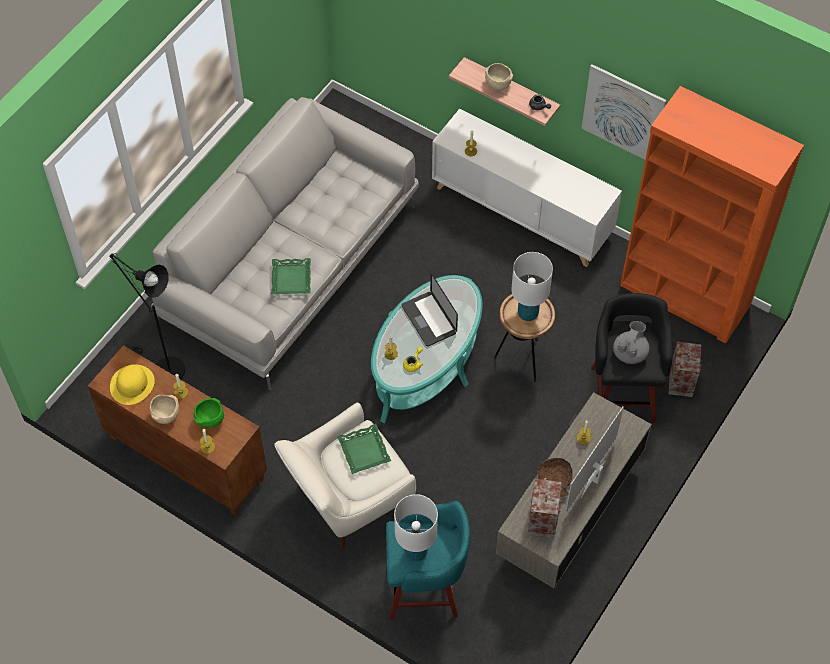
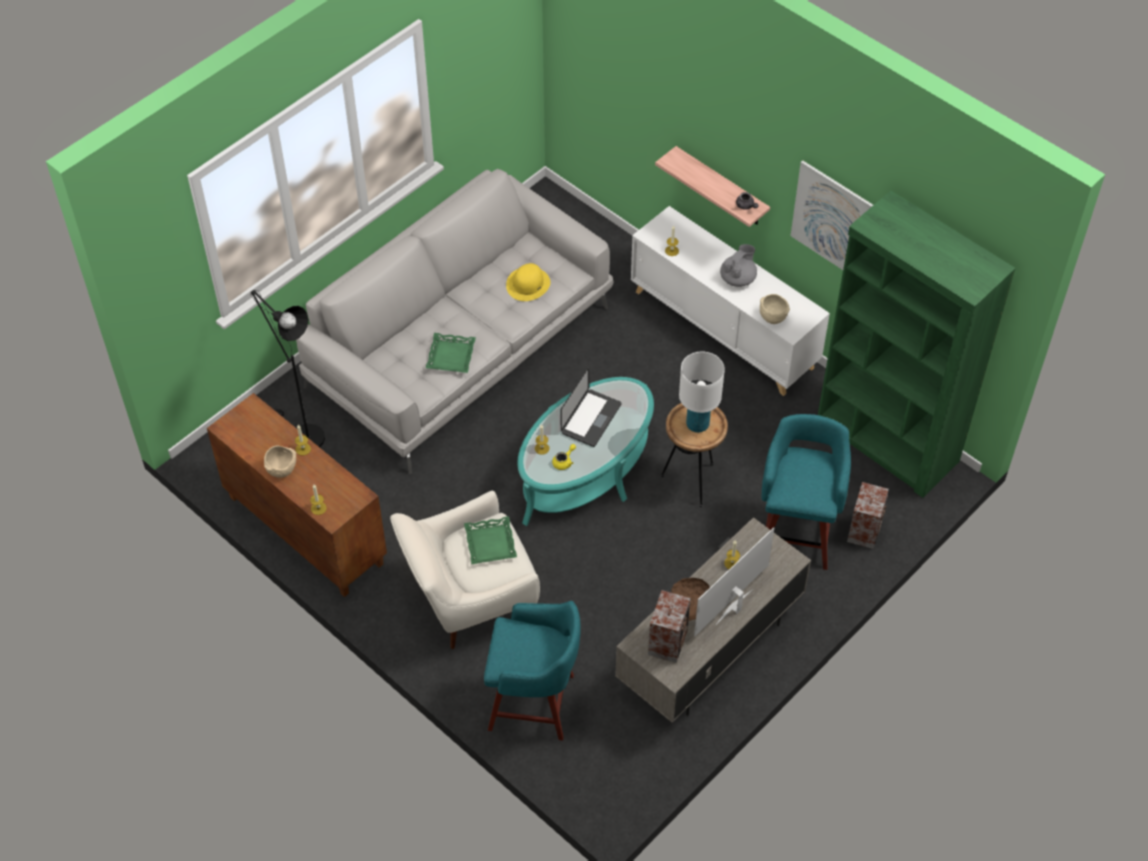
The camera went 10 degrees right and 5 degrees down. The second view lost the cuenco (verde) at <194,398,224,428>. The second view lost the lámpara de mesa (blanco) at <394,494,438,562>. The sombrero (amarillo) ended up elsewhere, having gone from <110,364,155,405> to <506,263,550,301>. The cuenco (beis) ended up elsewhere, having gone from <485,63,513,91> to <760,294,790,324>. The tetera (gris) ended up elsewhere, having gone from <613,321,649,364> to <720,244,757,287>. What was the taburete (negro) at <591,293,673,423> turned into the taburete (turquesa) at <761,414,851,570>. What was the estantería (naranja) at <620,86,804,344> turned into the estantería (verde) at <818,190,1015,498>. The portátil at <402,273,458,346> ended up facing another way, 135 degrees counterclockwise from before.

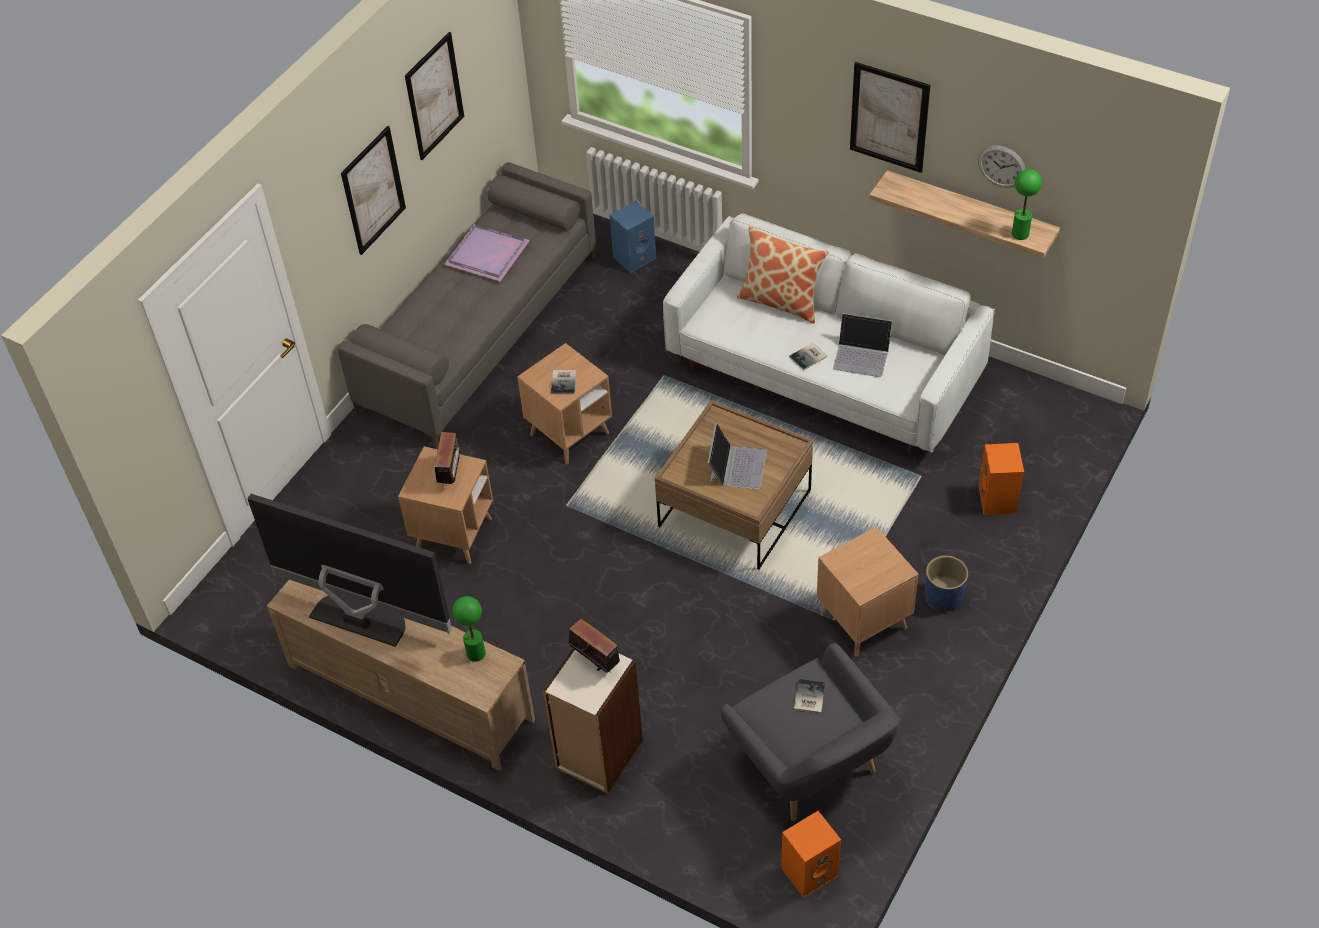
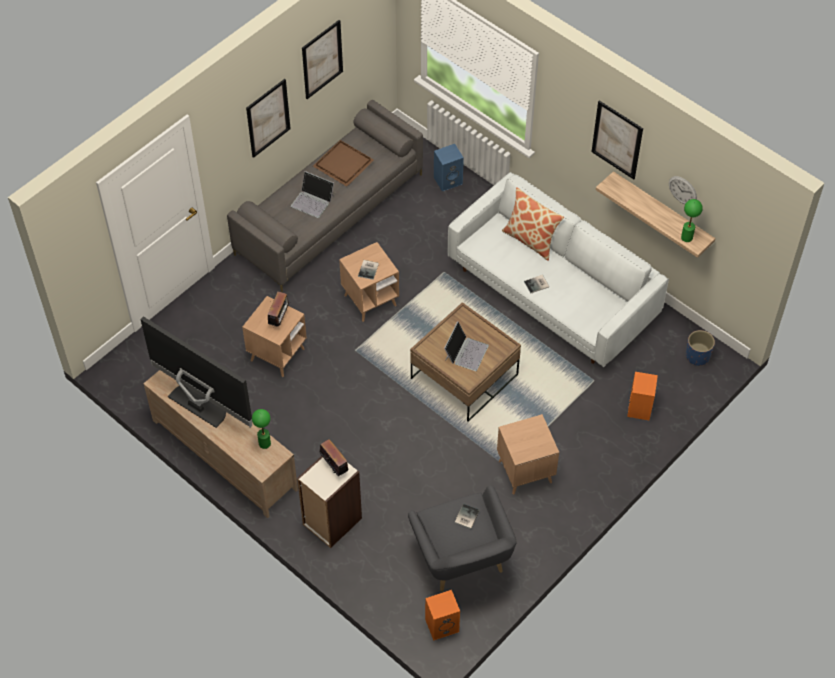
The camera went 10 degrees right and 5 degrees up. The portátil ended up elsewhere, having gone from <833,313,892,377> to <291,171,334,218>. The maceta (azul) ended up elsewhere, having gone from <925,556,968,611> to <686,330,715,366>. What was the bandeja (morado) at <444,224,530,282> turned into the bandeja (marrón) at <313,140,374,187>.

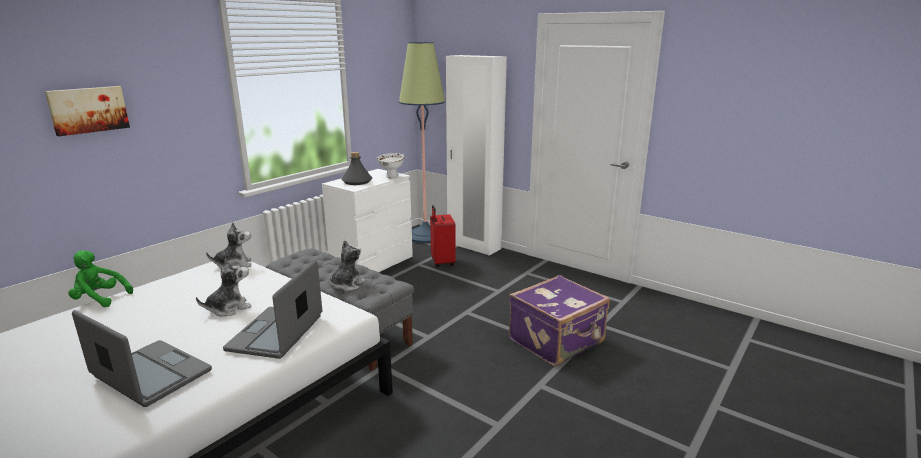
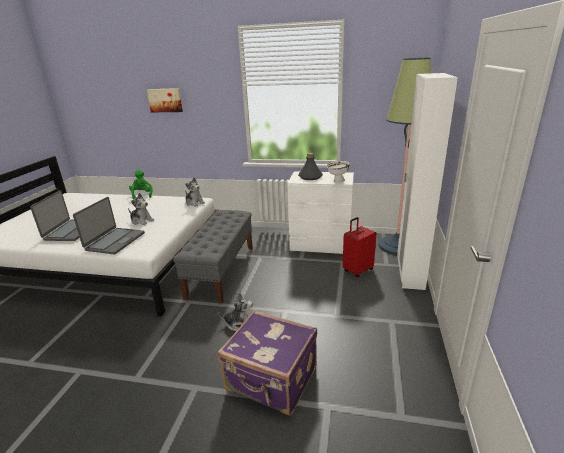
The camera went 65 degrees right and 5 degrees up. The peluche ended up elsewhere, having gone from <330,240,365,291> to <219,292,253,331>. The portátil at <223,260,322,359> ended up facing another way, 120 degrees clockwise from before.

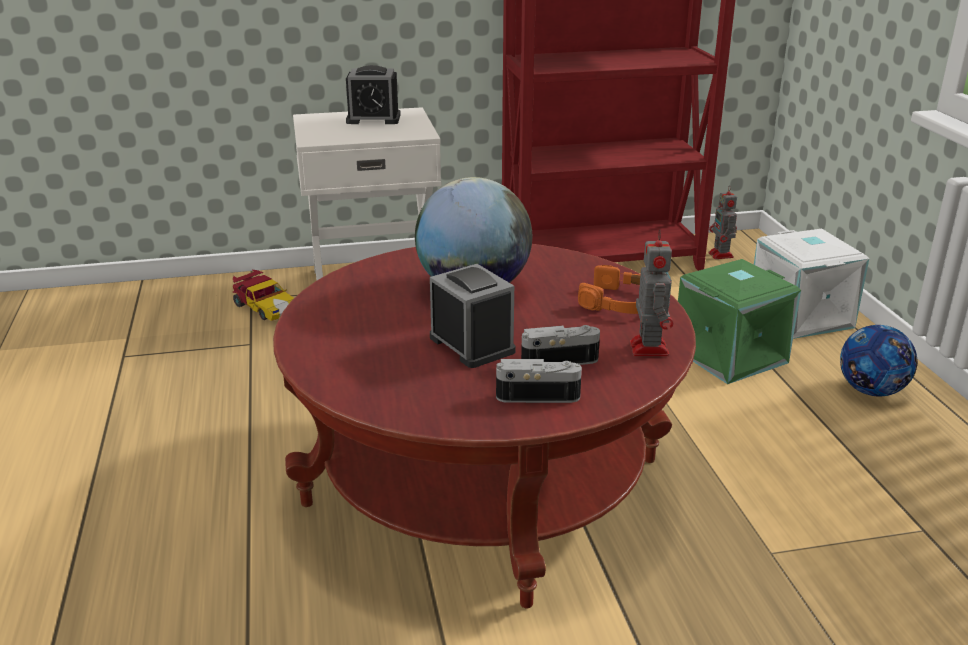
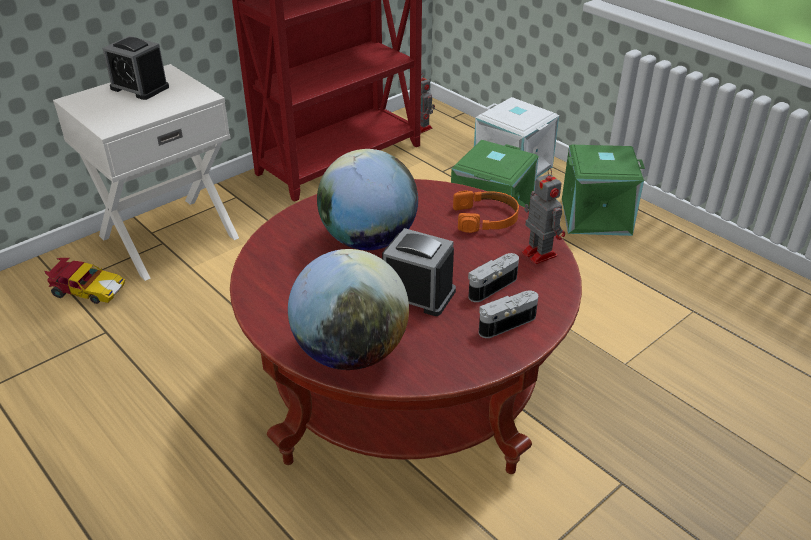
The camera went 30 degrees left and 10 degrees up. The second view gained the globo terráqueo at <288,249,409,370>. Where the balón de fútbol stood at <840,325,917,397>, the caja de almacenaje (verde) came to stand at <562,145,645,236>. The despertador at <346,65,401,124> ended up facing another way, 60 degrees clockwise from before.

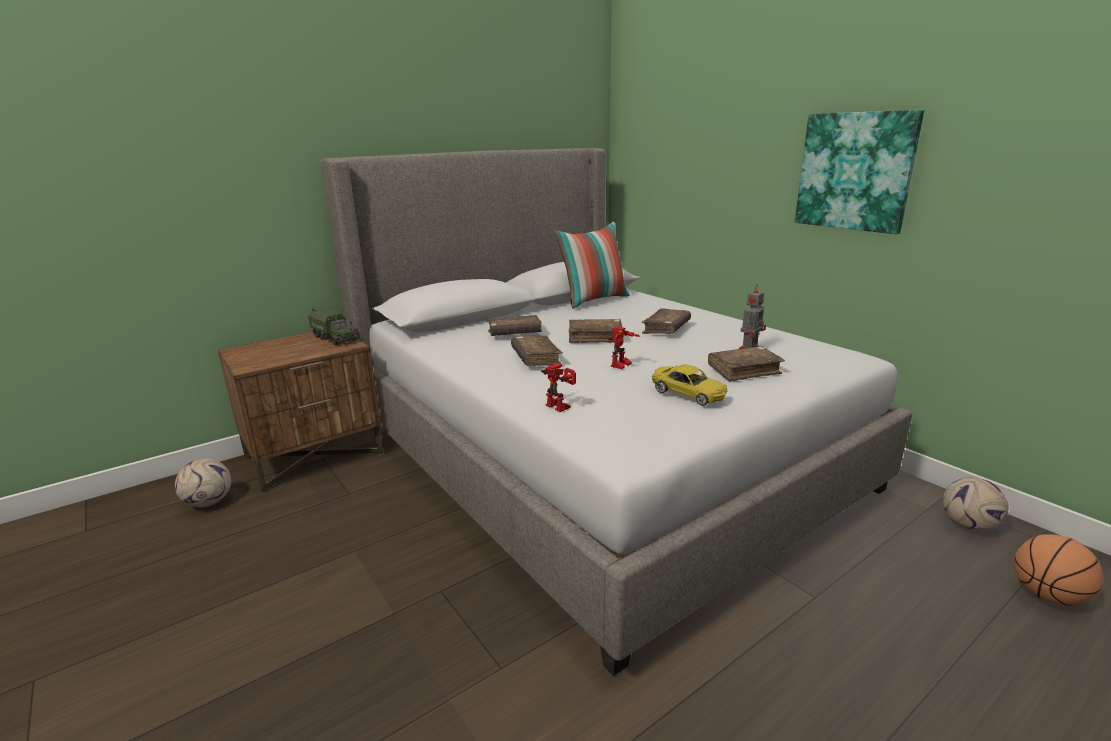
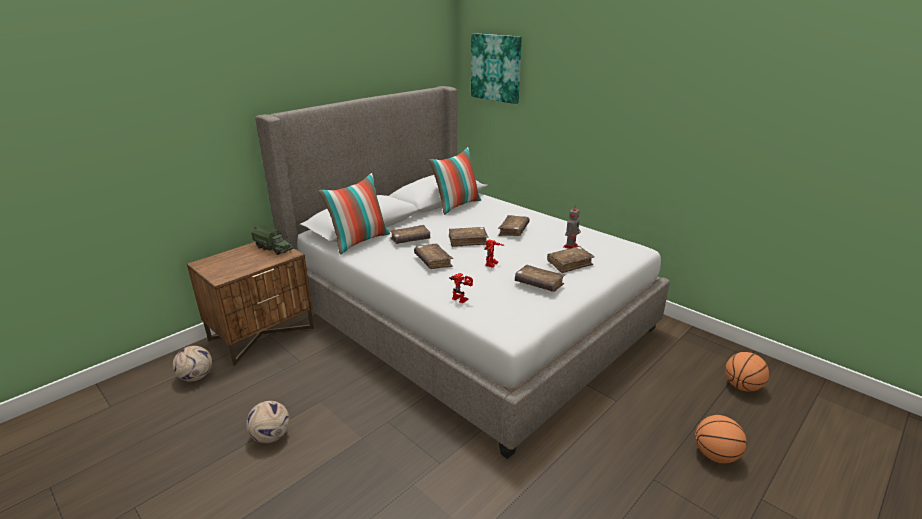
The camera went 10 degrees left and 5 degrees up. The second view gained the cojín at <318,173,390,255>. The second view gained the balón de baloncesto at <695,415,747,464>. The cuadro ended up elsewhere, having gone from <795,110,924,234> to <471,33,522,104>. The balón de fútbol ended up elsewhere, having gone from <943,477,1008,532> to <246,401,289,443>. Where the coche de juguete (amarillo) stood at <652,364,727,406>, the libro (marrón) came to stand at <515,265,565,292>.

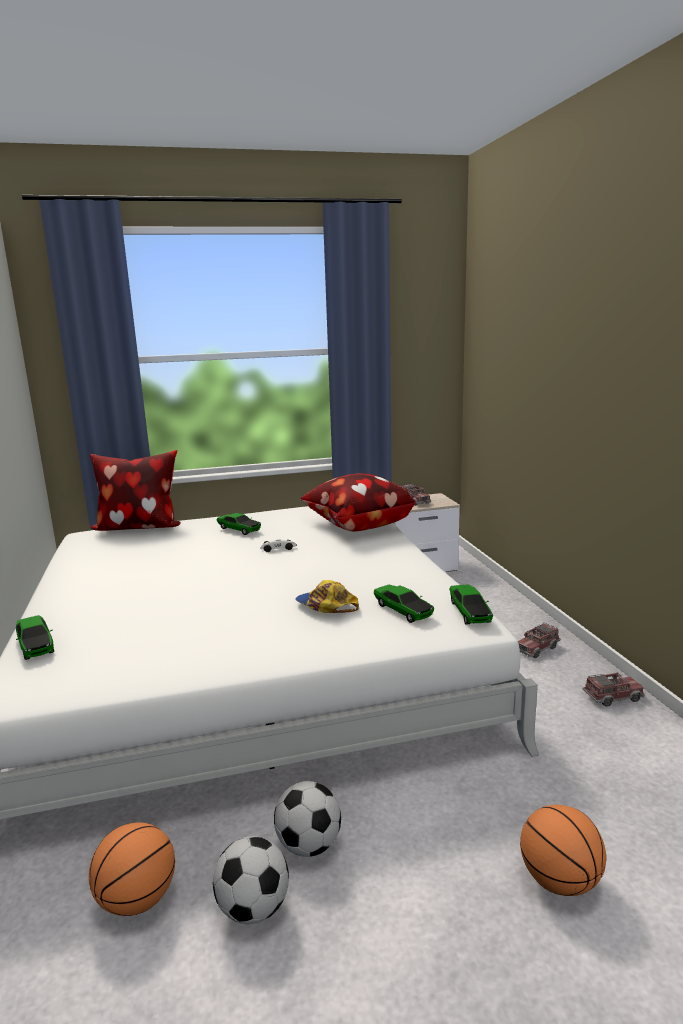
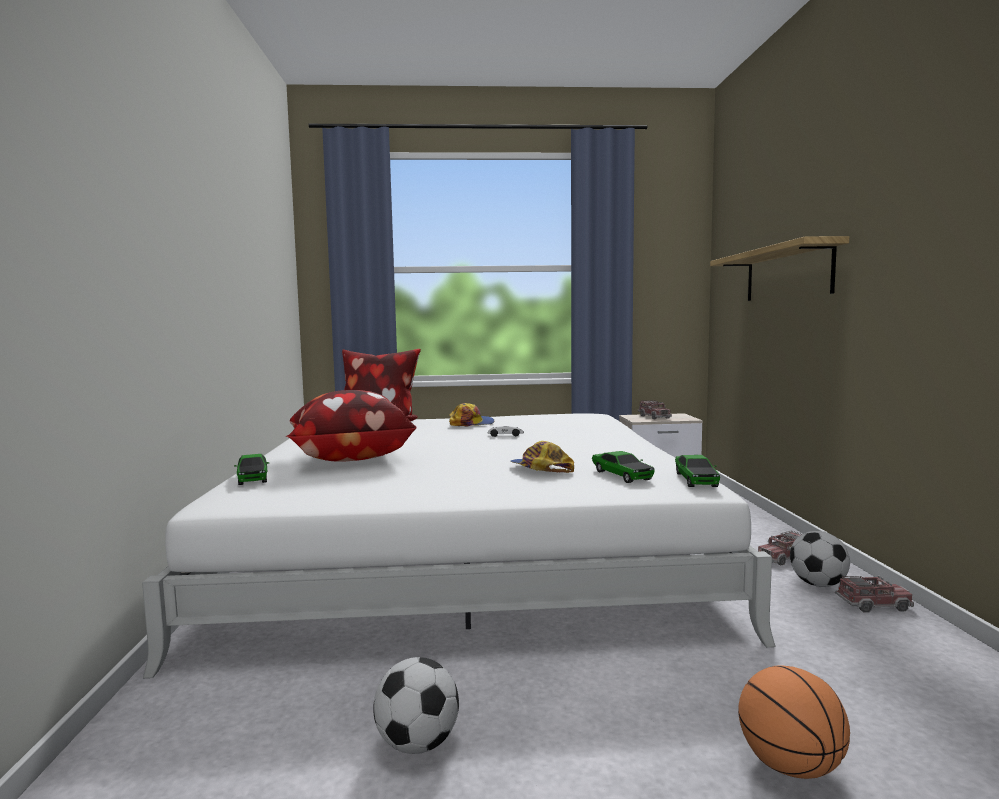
The camera went 10 degrees right and 10 degrees down. The second view lost the balón de baloncesto at <89,822,175,916>. The second view gained the estante at <710,236,849,301>. The balón de fútbol ended up elsewhere, having gone from <274,781,341,857> to <790,531,850,587>. The cojín ended up elsewhere, having gone from <300,473,416,531> to <286,390,417,462>. Where the coche de juguete stood at <217,513,261,535>, the gorra came to stand at <449,403,494,426>.

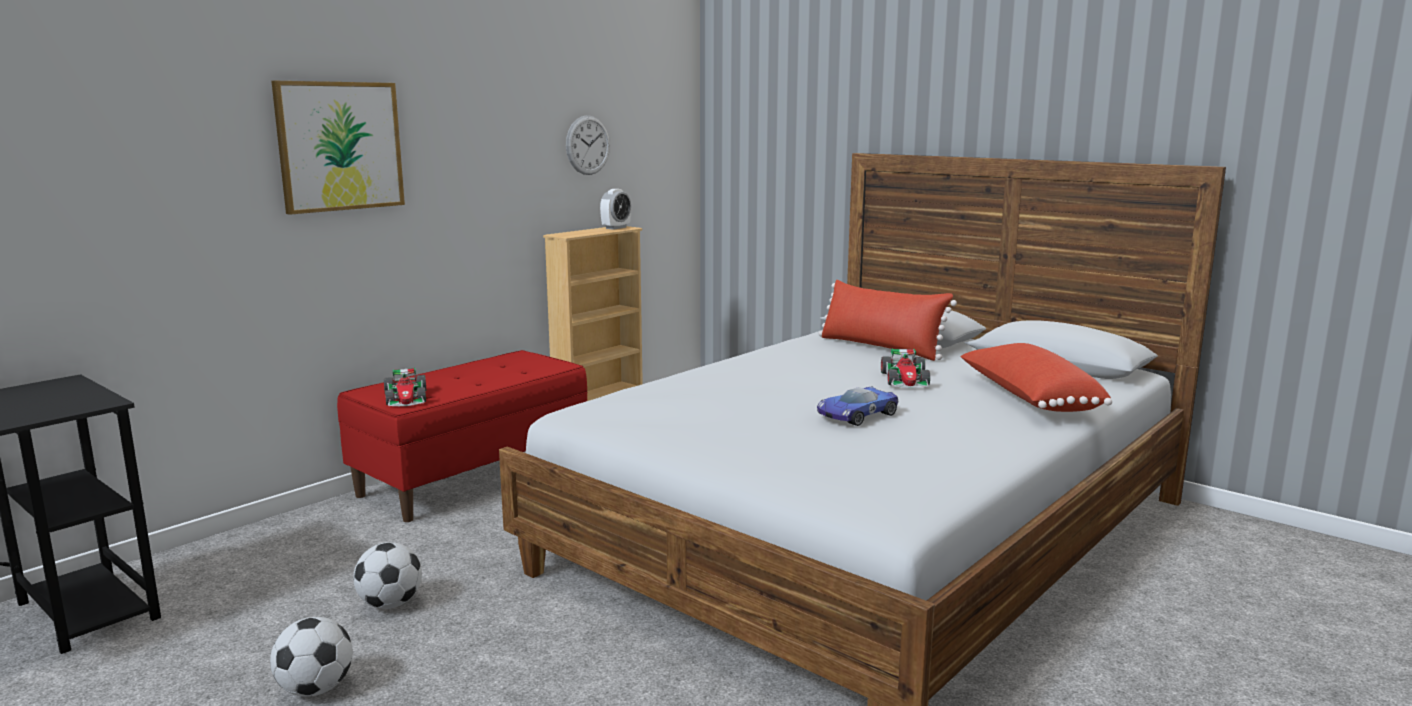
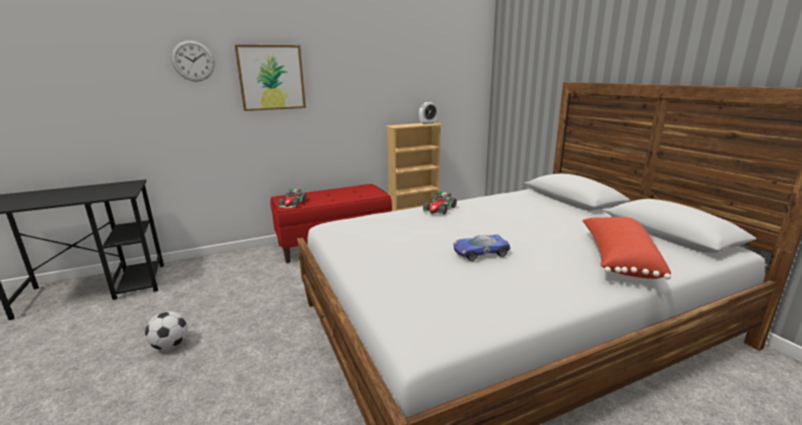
The camera went 25 degrees right and 5 degrees up. The second view lost the balón de fútbol at <353,542,422,609>. The second view lost the cojín (rojo) at <819,280,957,361>. The reloj de pared ended up elsewhere, having gone from <566,115,610,175> to <171,40,215,82>. The coche de juguete ended up elsewhere, having gone from <881,349,930,388> to <423,191,457,215>.

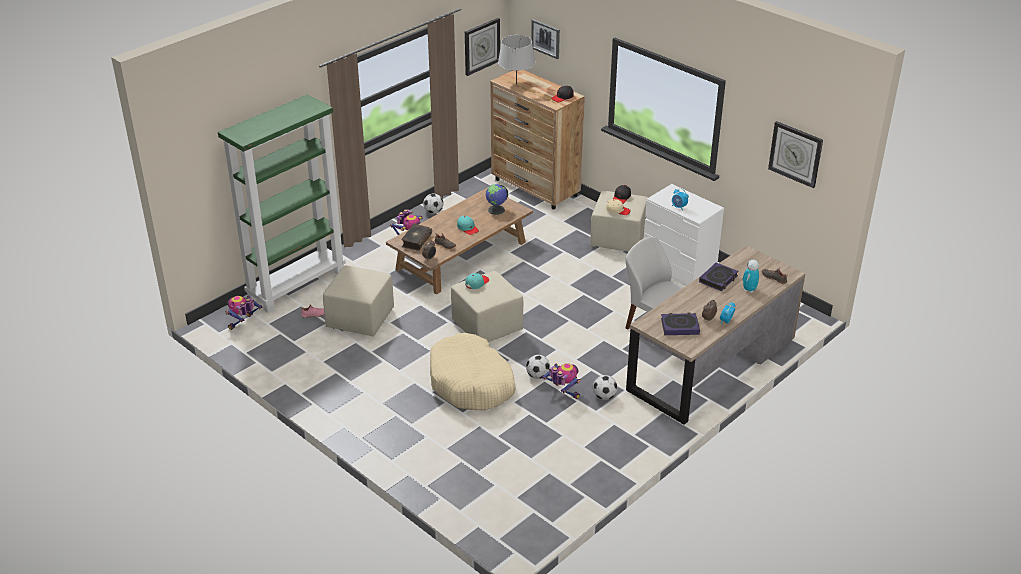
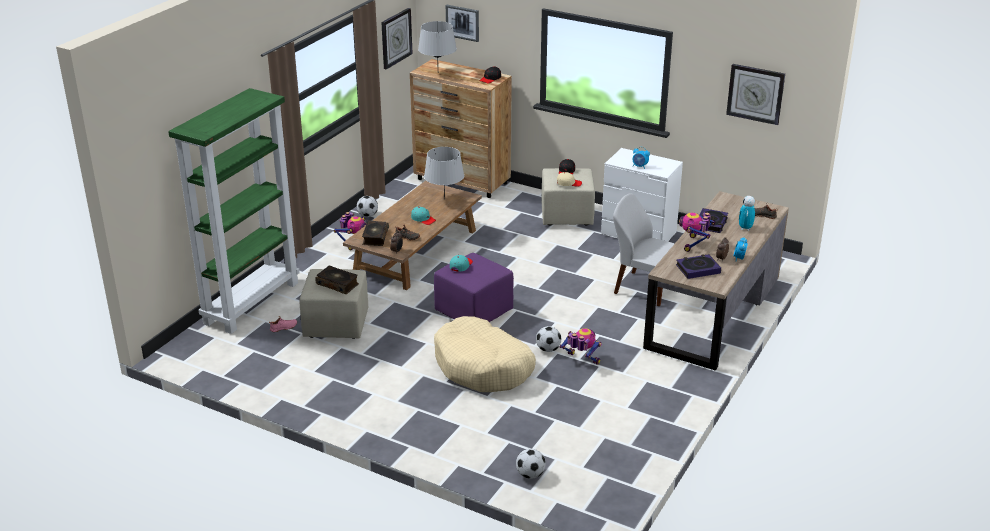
The camera went 15 degrees left and 5 degrees down. The second view gained the libro at <315,266,359,294>. The robot de juguete ended up elsewhere, having gone from <226,296,262,330> to <679,213,715,252>. The balón de fútbol ended up elsewhere, having gone from <593,375,617,400> to <516,449,546,479>. Where the globo terráqueo stood at <486,184,508,215>, the lámpara de mesa (gris) came to stand at <424,147,464,200>. What was the puf (beis) at <451,271,523,342> turned into the puf (morado) at <434,253,514,322>.

